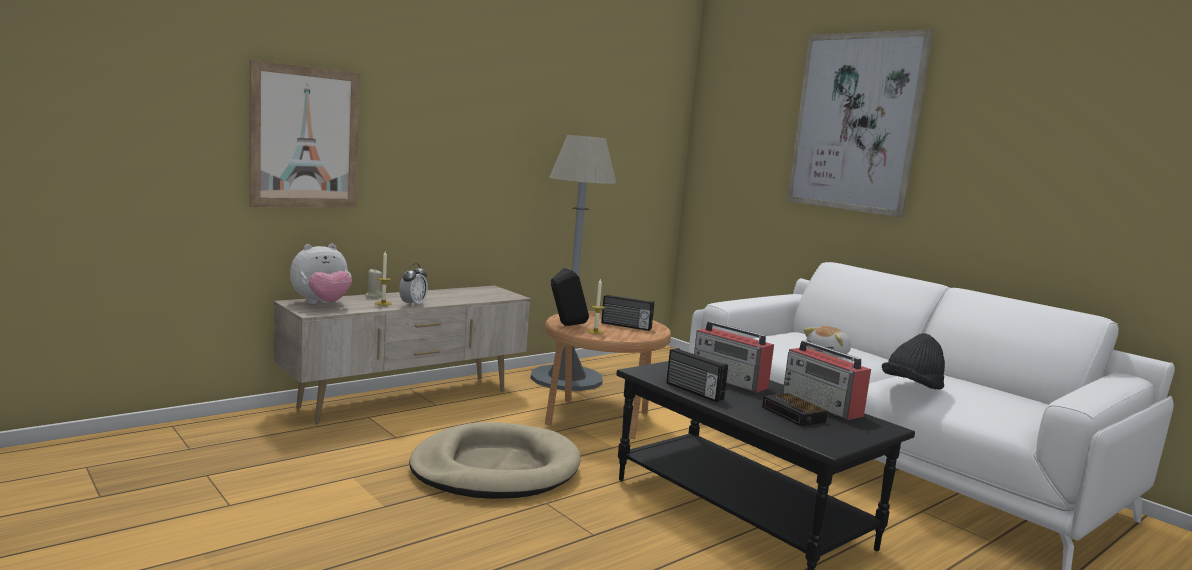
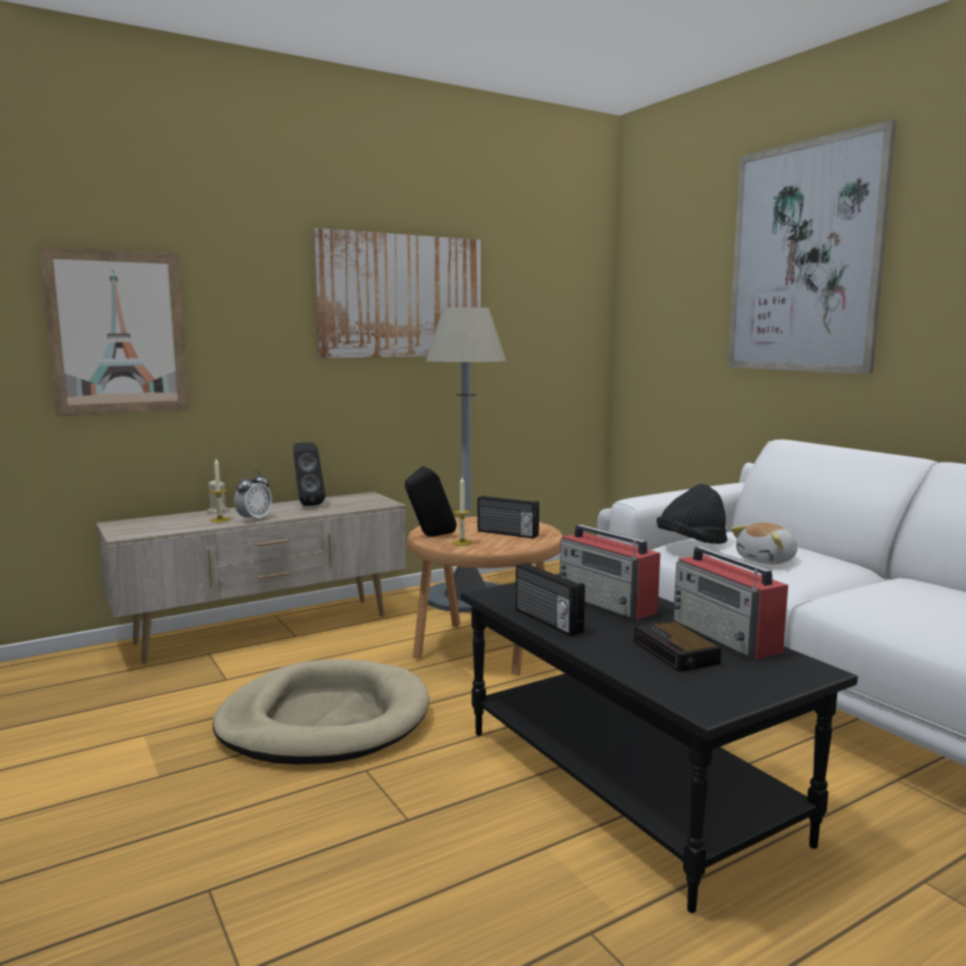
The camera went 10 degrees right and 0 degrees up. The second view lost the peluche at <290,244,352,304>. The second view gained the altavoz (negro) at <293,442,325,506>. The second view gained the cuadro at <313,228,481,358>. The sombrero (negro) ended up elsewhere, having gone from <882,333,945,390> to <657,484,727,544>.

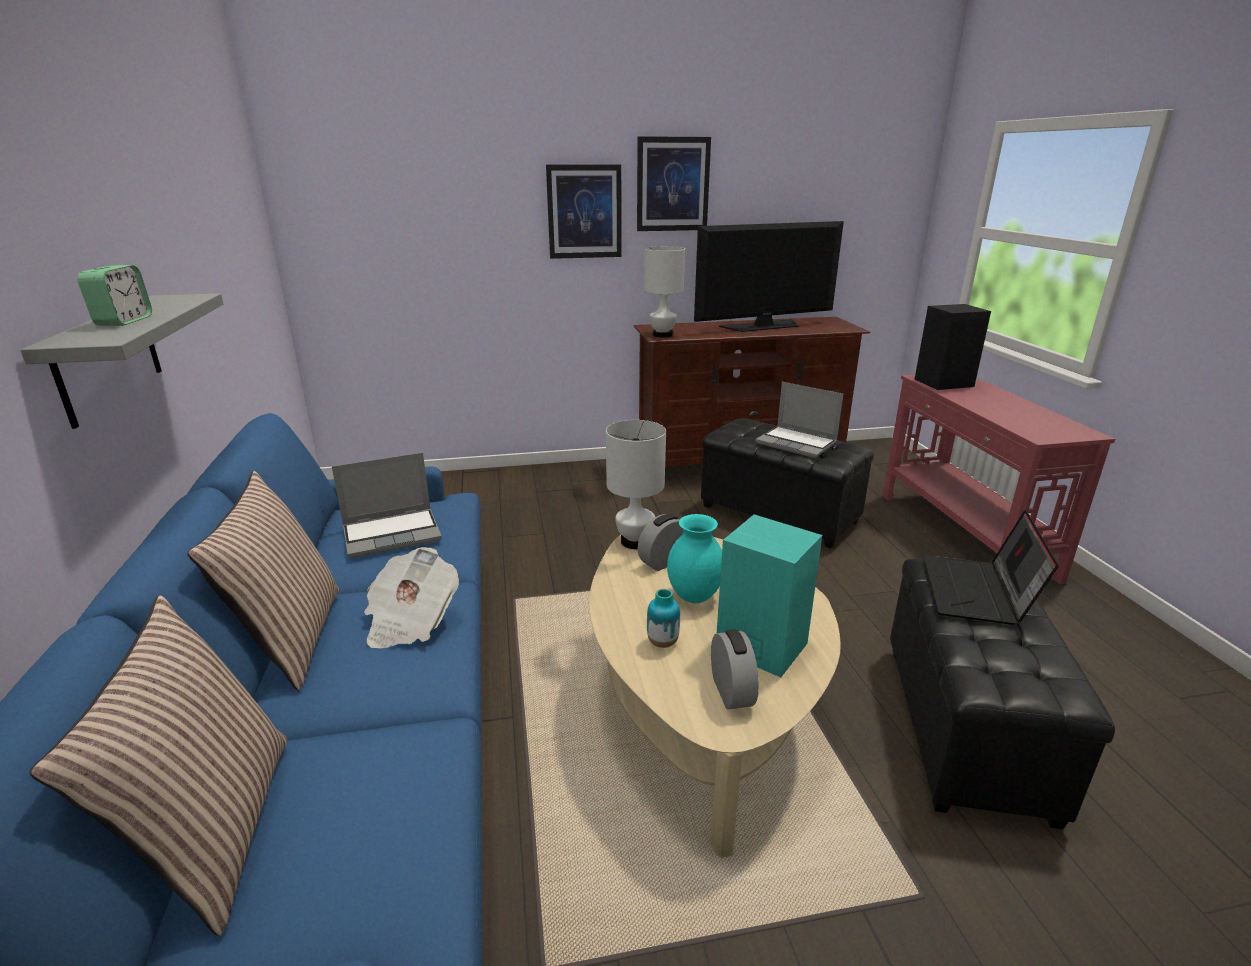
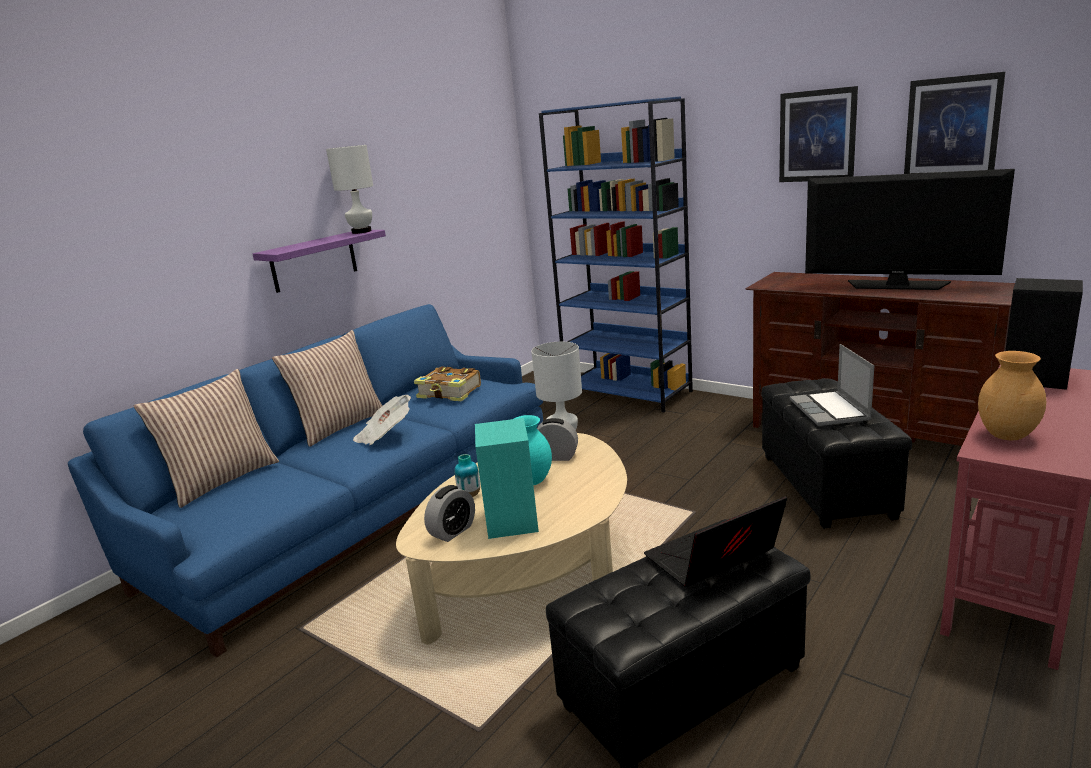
The camera went 50 degrees right and 5 degrees down. The second view lost the despertador at <77,265,152,326>. The second view gained the estantería (azul) at <539,96,693,412>. The second view gained the florero (marrón) at <978,351,1046,441>. The cuadro ended up elsewhere, having gone from <546,165,622,259> to <904,72,1005,174>. The lámpara de mesa (blanco) ended up elsewhere, having gone from <644,246,685,337> to <326,145,373,234>. Where the portátil stood at <332,452,442,558>, the libro came to stand at <414,366,481,401>. What was the estante (gris) at <20,293,223,429> turned into the estante (morado) at <253,230,386,293>.

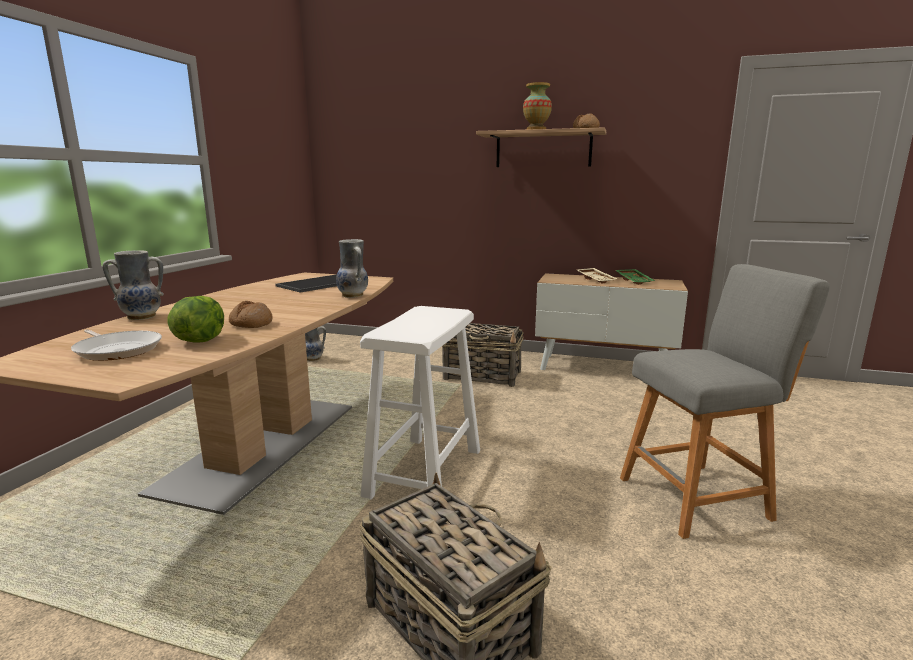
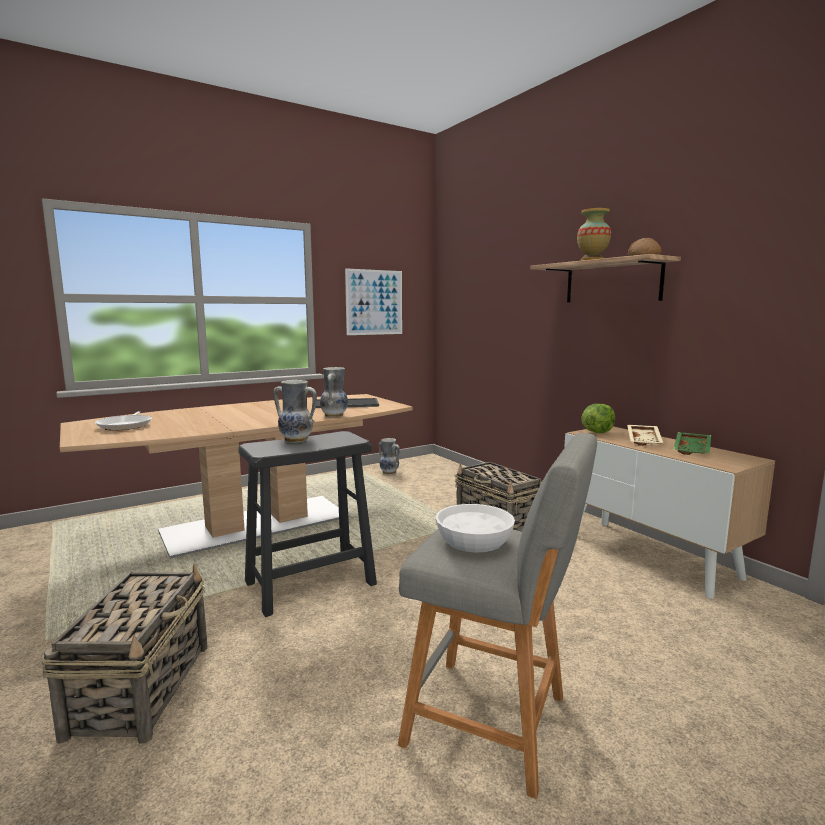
The camera went 40 degrees right and 5 degrees down. The second view lost the pan at <229,301,273,328>. The second view gained the cuadro at <345,268,402,335>. The second view gained the cuenco (blanco) at <435,504,515,552>. The florero ended up elsewhere, having gone from <102,250,164,320> to <273,380,317,443>. The lechuga ended up elsewhere, having gone from <167,296,224,343> to <581,404,615,433>. What was the taburete (blanco) at <360,306,480,500> turned into the taburete (negro) at <238,431,377,617>.

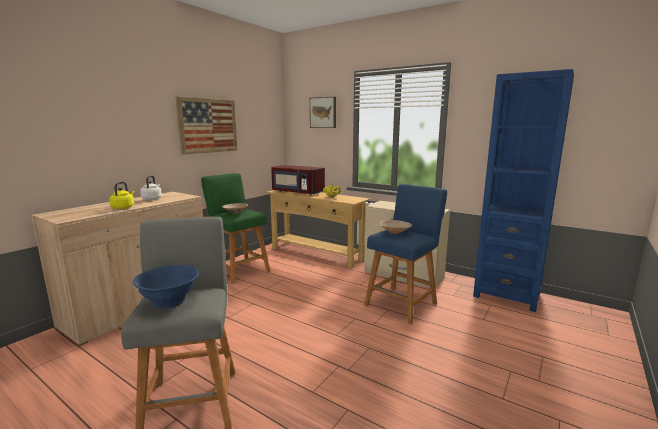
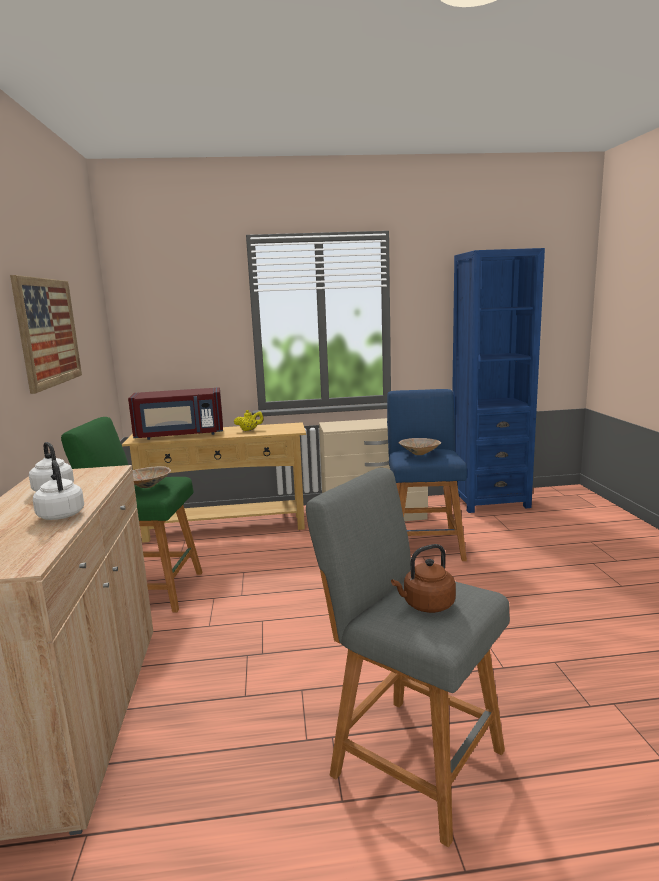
The camera went 40 degrees left and 0 degrees up. The second view lost the cuadro at <310,97,336,128>. Where the cuenco (azul) stood at <133,265,199,308>, the hervidor (marrón) came to stand at <391,544,456,613>. What was the hervidor (amarillo) at <109,182,135,209> turned into the hervidor (blanco) at <33,460,84,520>.

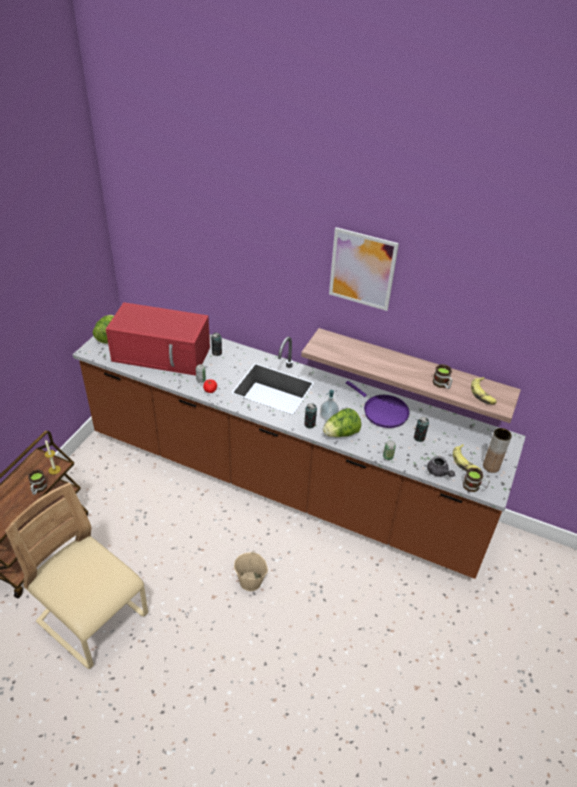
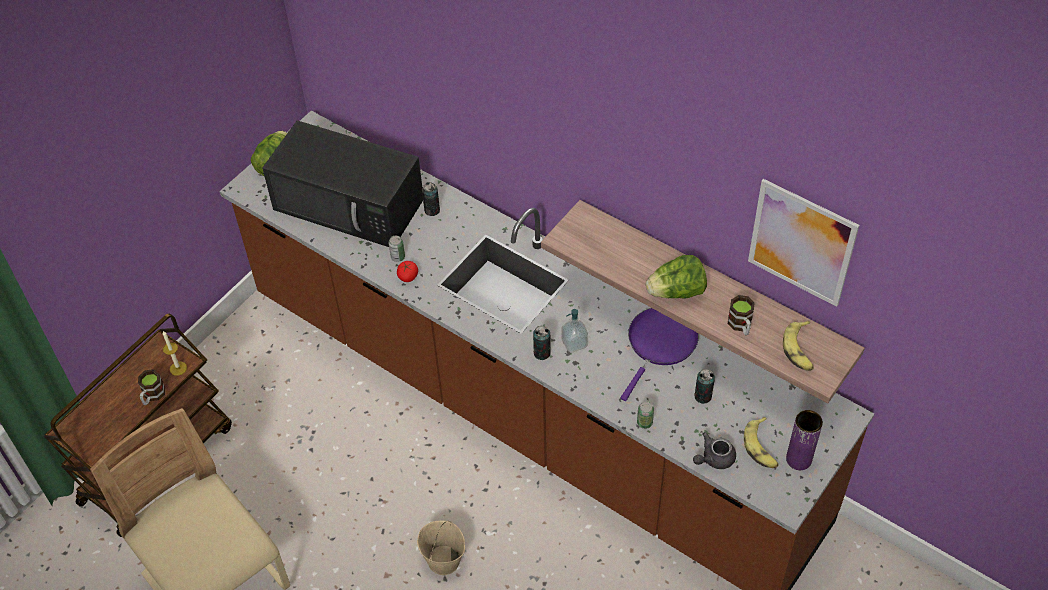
The camera went 15 degrees right and 10 degrees up. The second view lost the taza grande at <463,467,490,492>. The lechuga ended up elsewhere, having gone from <323,408,361,437> to <646,255,707,299>. The cuadro ended up elsewhere, having gone from <329,227,399,311> to <748,179,859,307>. What was the microondas (rojo) at <106,302,210,376> turned into the microondas (negro) at <262,120,423,247>. What was the florero (marrón) at <483,428,512,473> turned into the florero (morado) at <786,410,823,470>. The sartén (morado) at <346,381,410,428> ended up facing another way, 120 degrees counterclockwise from before. The tetera (gris) at <427,456,455,477> ended up facing another way, 75 degrees clockwise from before.

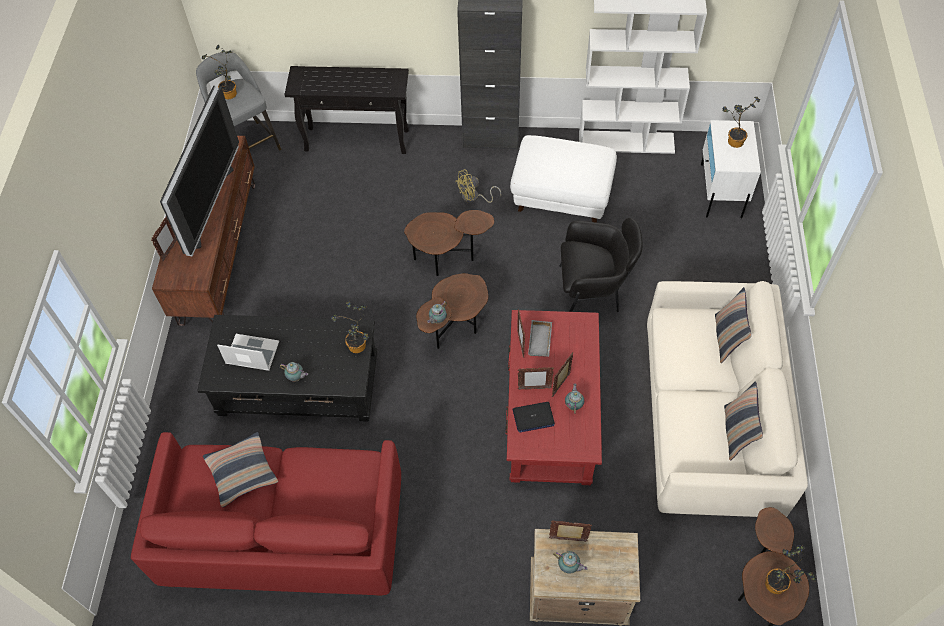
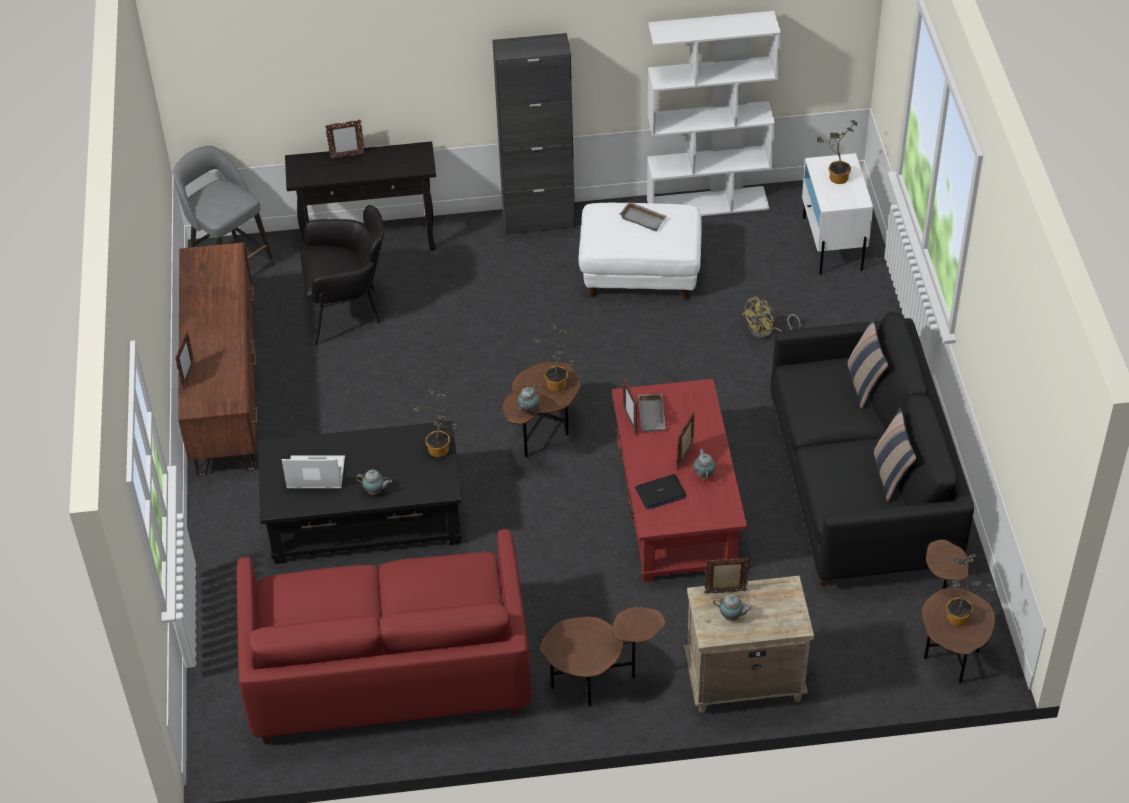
The camera went 10 degrees left and 10 degrees down. The second view lost the televisor at <160,86,239,256>. The second view lost the cojín at <203,432,278,507>. The second view gained the bandeja (gris) at <619,202,667,231>. The planta en maceta ended up elsewhere, having gone from <202,45,237,99> to <534,323,575,391>. The mesa auxiliar (marrón) ended up elsewhere, having gone from <404,210,494,276> to <540,607,665,707>. The ventilador (amarillo) ended up elsewhere, having gone from <455,169,501,203> to <742,297,801,339>. The portarretratos ended up elsewhere, having gone from <518,367,554,390> to <325,119,365,159>. The sillón (negro) ended up elsewhere, having gone from <559,218,643,312> to <300,205,384,346>. What was the sofá (blanco) at <647,281,808,517> turned into the sofá (negro) at <770,312,974,586>.

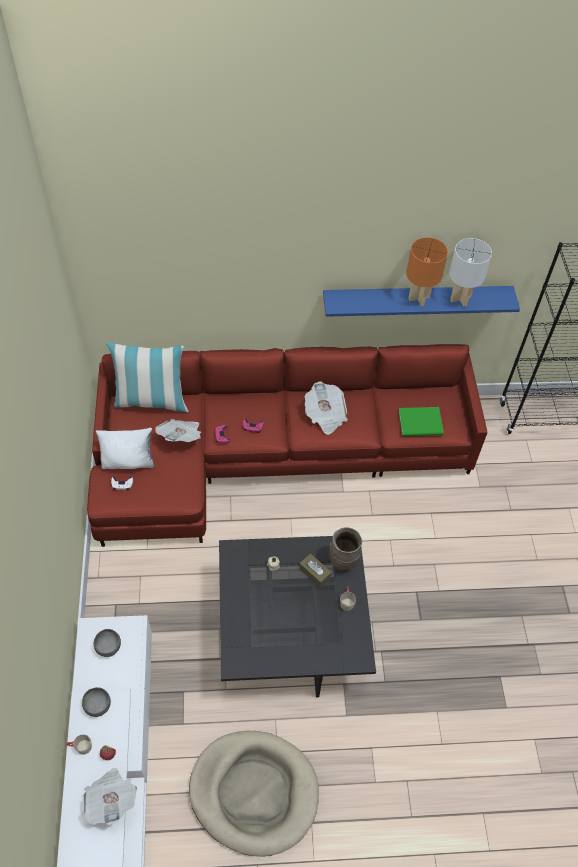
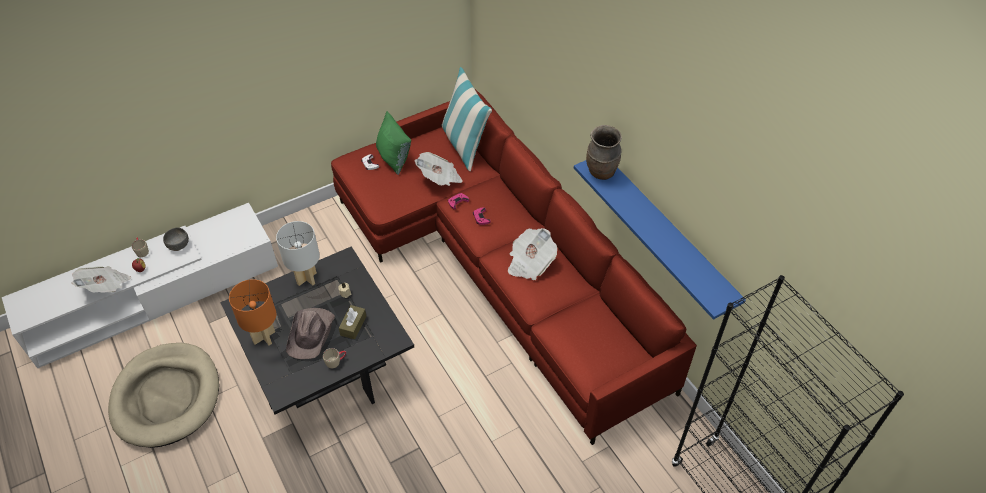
The camera went 65 degrees right and 5 degrees down. The second view lost the cuenco (gris) at <94,629,121,657>. The second view lost the libro (verde) at <398,407,444,436>. The second view gained the sombrero (marrón) at <286,308,335,359>. The florero (marrón) ended up elsewhere, having gone from <329,527,362,571> to <586,125,622,180>. The lámpara de mesa (naranja) ended up elsewhere, having gone from <406,237,448,306> to <229,279,276,345>. The lámpara de mesa (blanco) ended up elsewhere, having gone from <449,238,492,307> to <276,221,320,286>. What was the cojín (blanco) at <96,428,155,469> turned into the cojín (verde) at <376,111,411,175>.

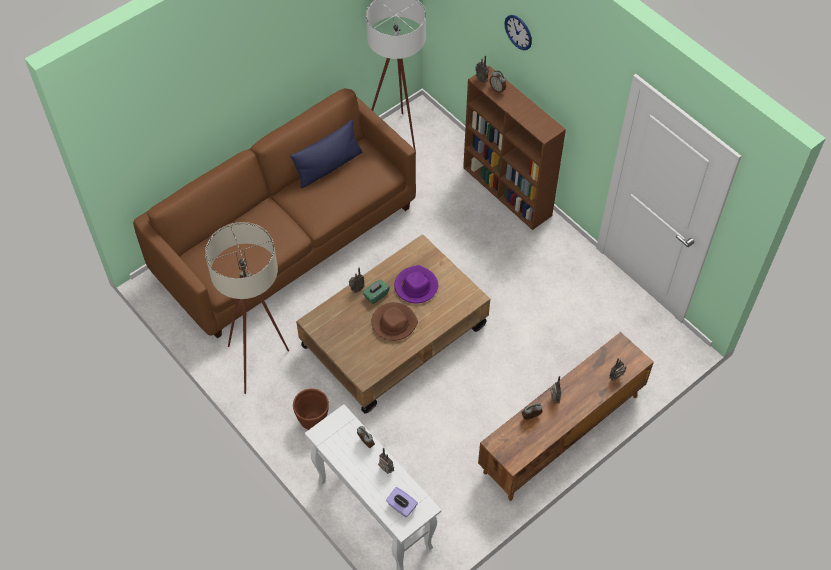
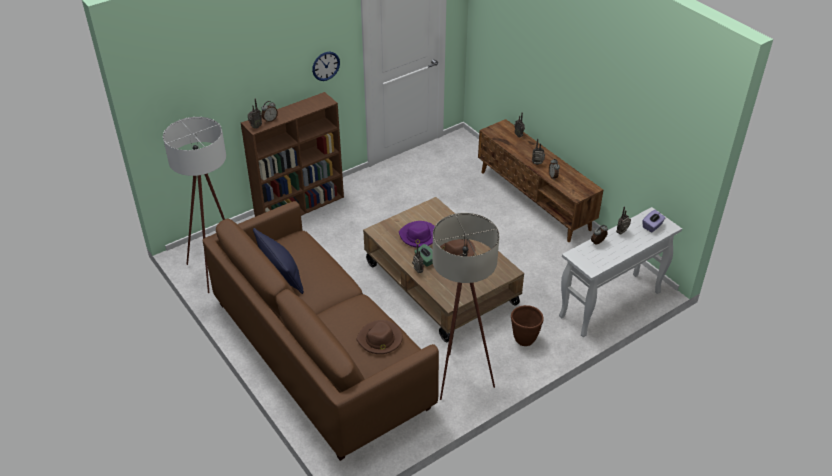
The camera went 85 degrees left and 15 degrees down. The second view gained the sombrero (marrón) at <357,320,403,354>. The reloj de pared ended up elsewhere, having gone from <504,15,532,50> to <312,52,340,81>.

